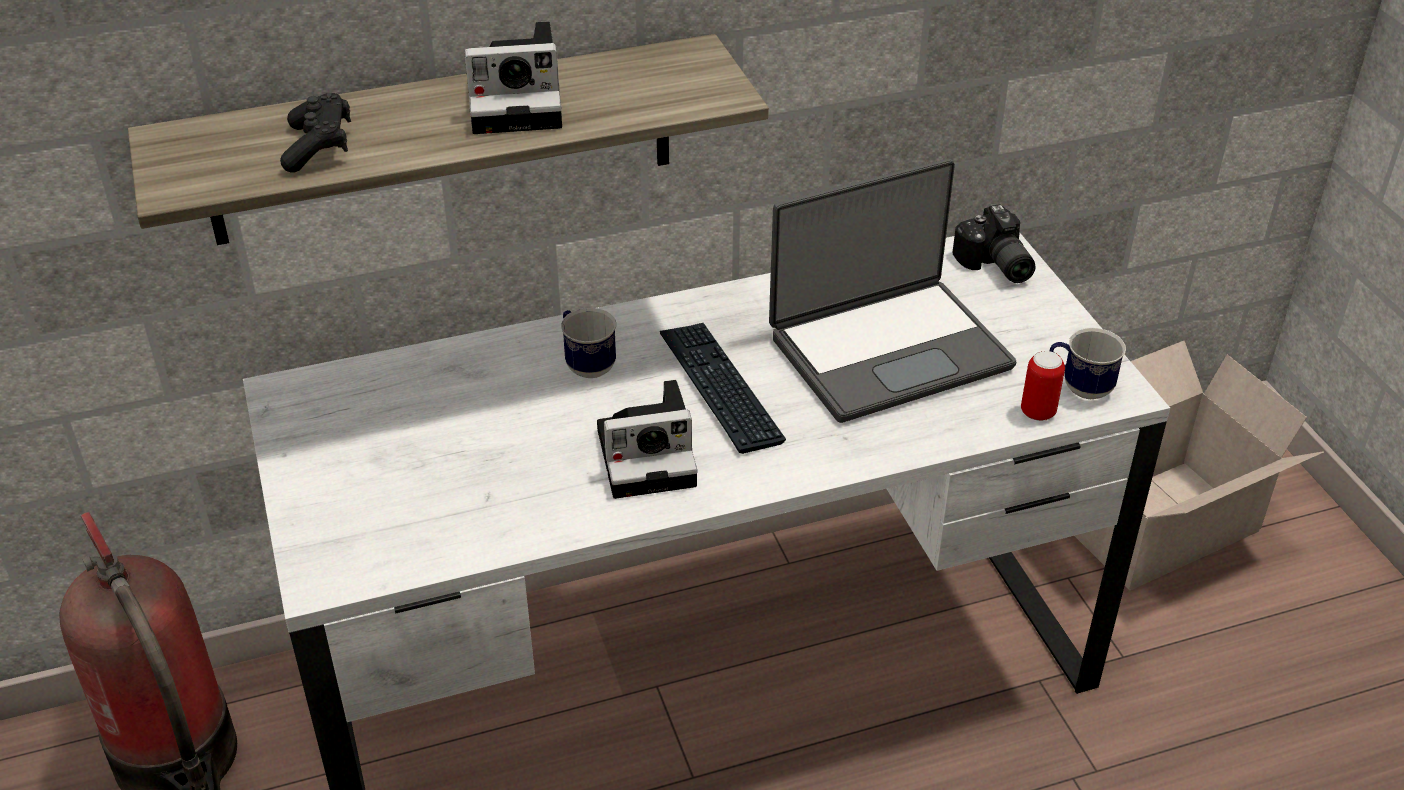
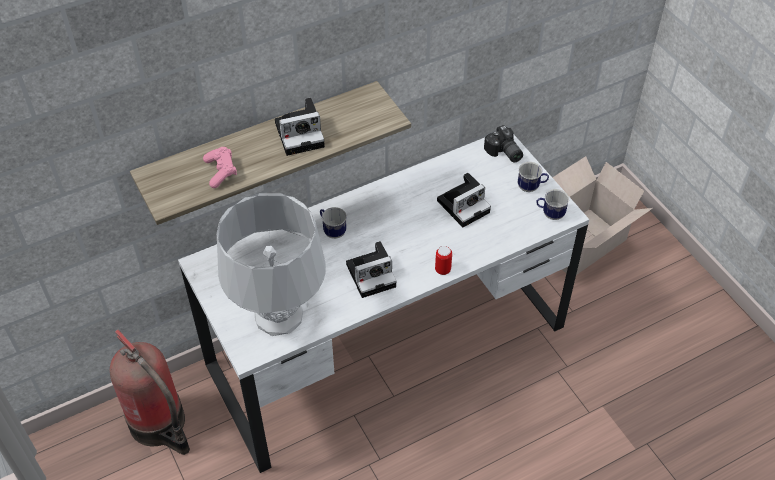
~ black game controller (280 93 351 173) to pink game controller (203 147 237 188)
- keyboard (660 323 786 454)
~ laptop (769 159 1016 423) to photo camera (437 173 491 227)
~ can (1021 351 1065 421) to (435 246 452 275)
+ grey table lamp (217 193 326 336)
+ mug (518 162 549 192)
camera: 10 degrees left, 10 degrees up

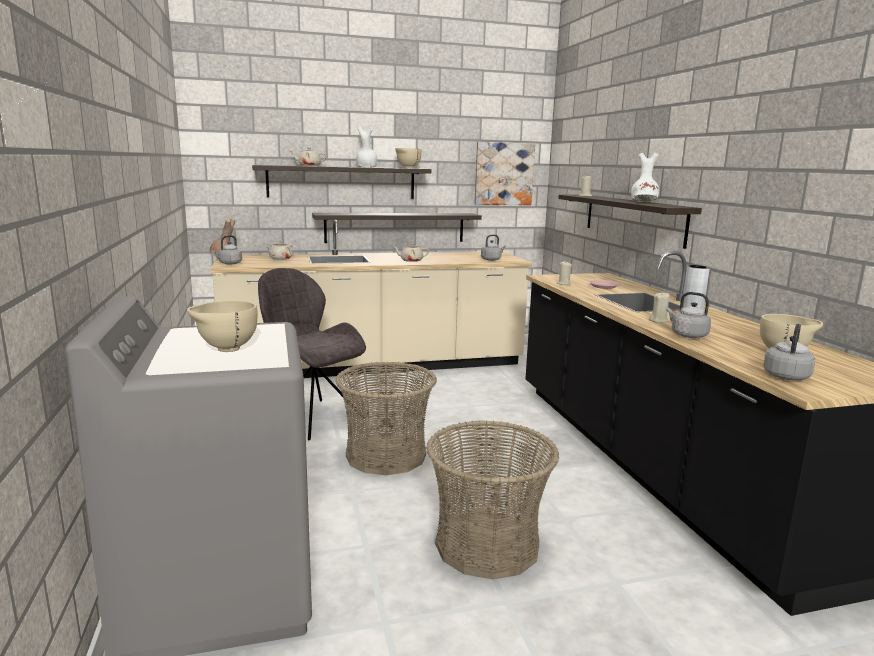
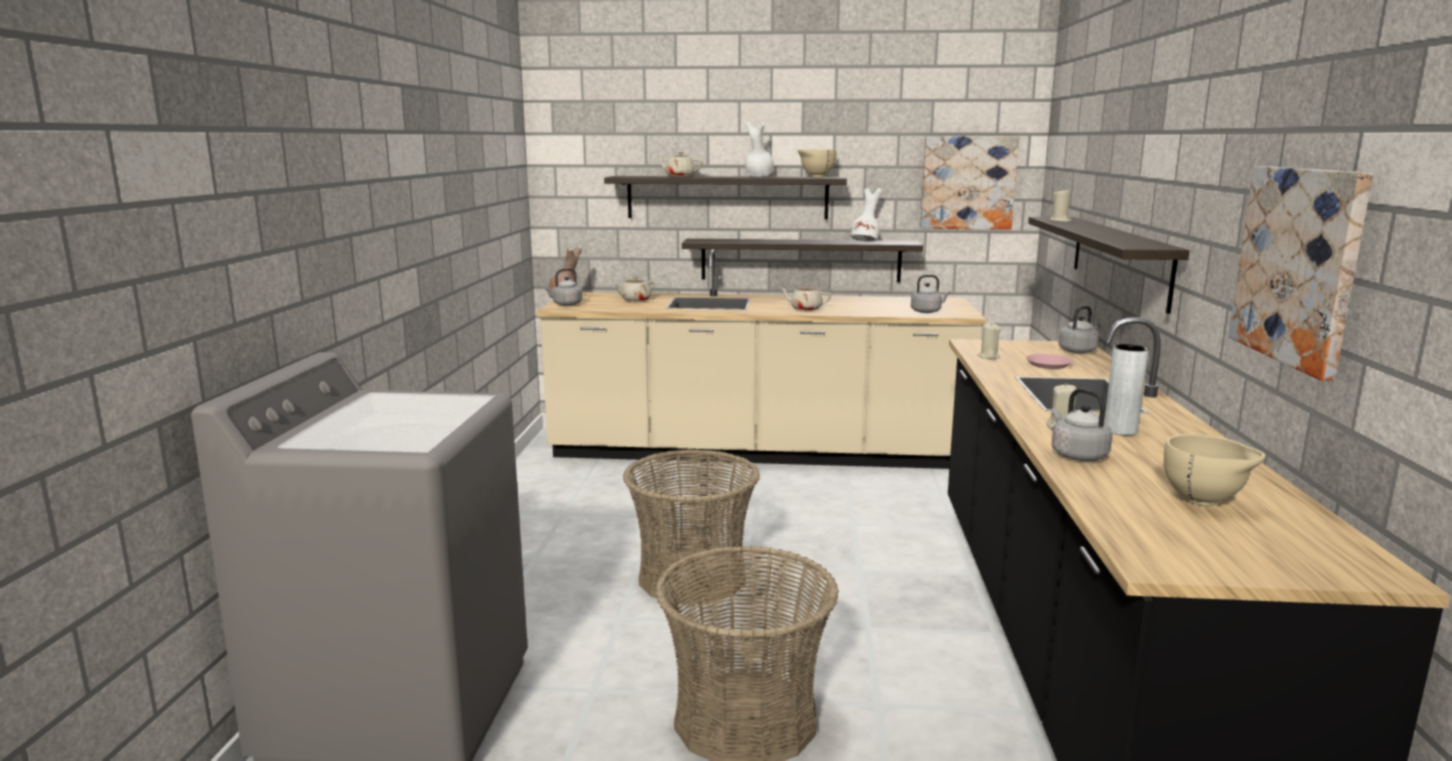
- beige bowl (187 300 258 352)
- grey chair (258 268 366 440)
~ white vase (631 152 659 202) to (850 188 883 242)
~ grey kettle (763 324 815 380) to (1058 306 1100 353)
+ picture (1228 166 1373 381)
camera: 20 degrees right, 0 degrees up

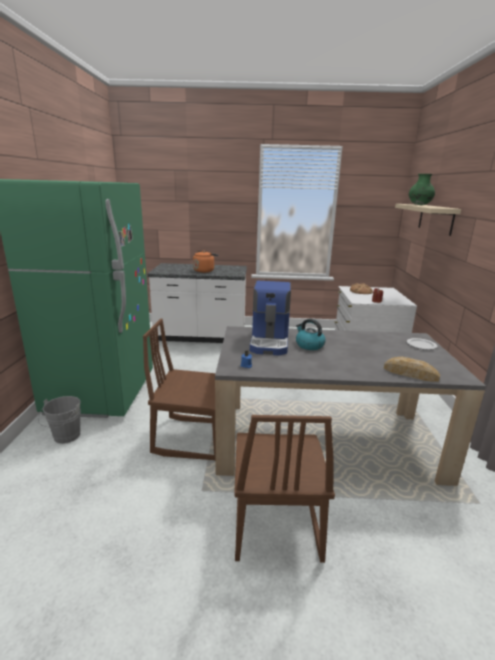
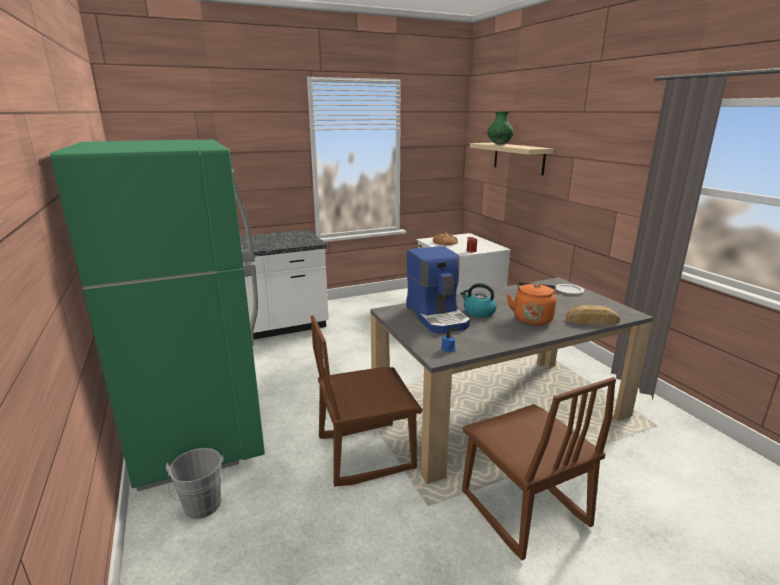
~ orange kettle (193 251 218 273) to (506 282 556 325)
camera: 25 degrees left, 0 degrees up

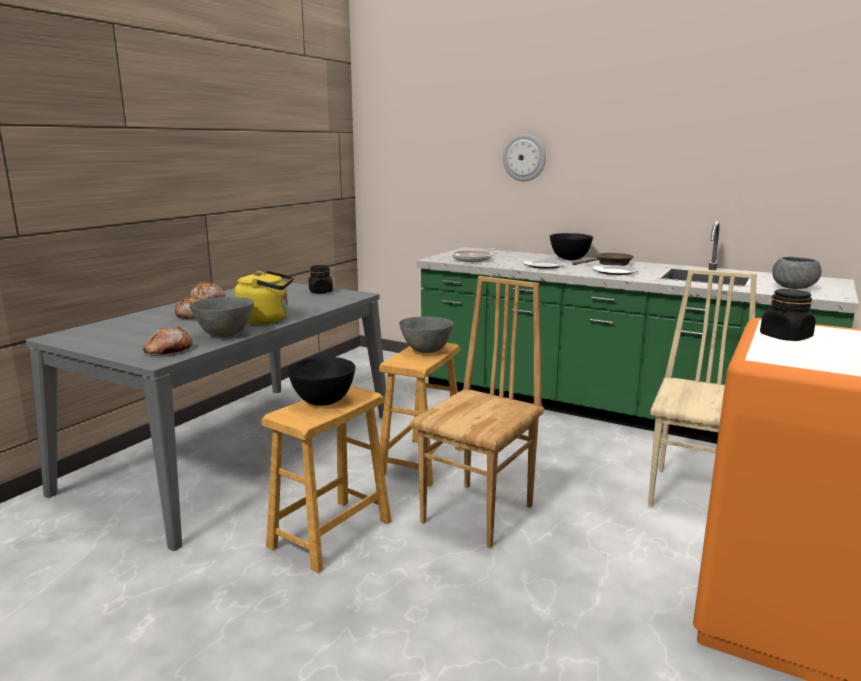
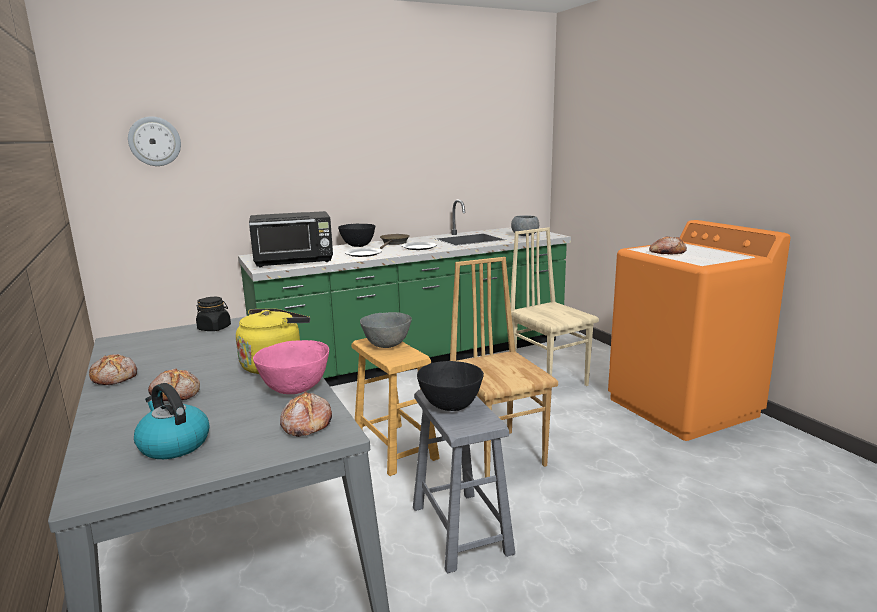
~ grey bowl (190 297 254 337) to pink bowl (253 340 329 394)
~ brown stool (261 386 392 573) to grey stool (413 389 515 573)
~ frying pan (452 248 497 262) to black microwave (249 211 333 268)
~ wall clock (503 134 546 181) to (128 117 181 166)
~ black jar (760 289 816 341) to bread (649 236 687 254)
+ kettle (134 383 210 459)
camera: 55 degrees left, 0 degrees up

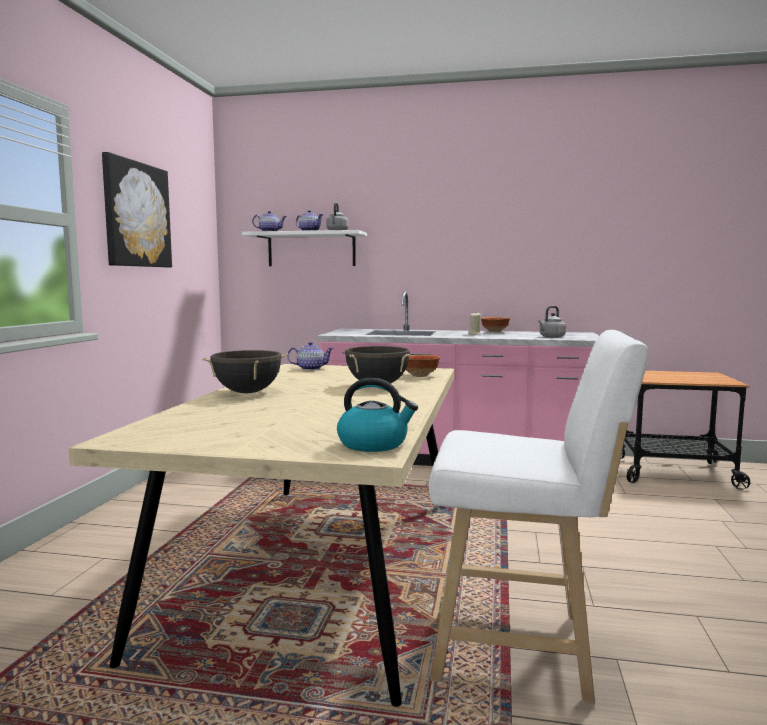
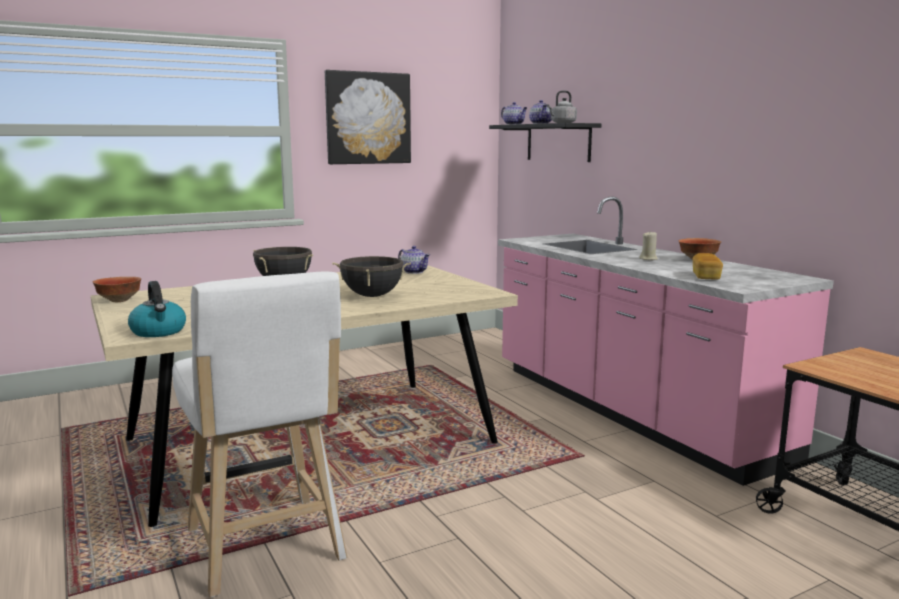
~ white shelf (242 230 367 266) to black shelf (489 123 602 162)
~ bowl (406 355 440 377) to (93 277 141 302)
~ grey kettle (538 306 566 338) to bread (692 253 723 280)
camera: 50 degrees right, 5 degrees up

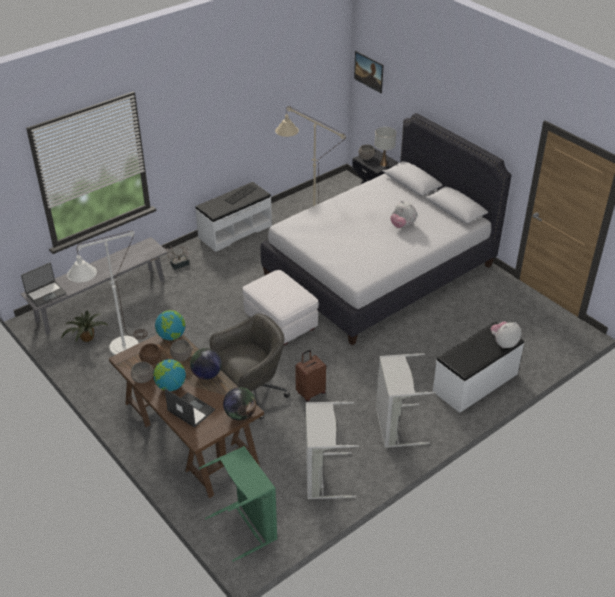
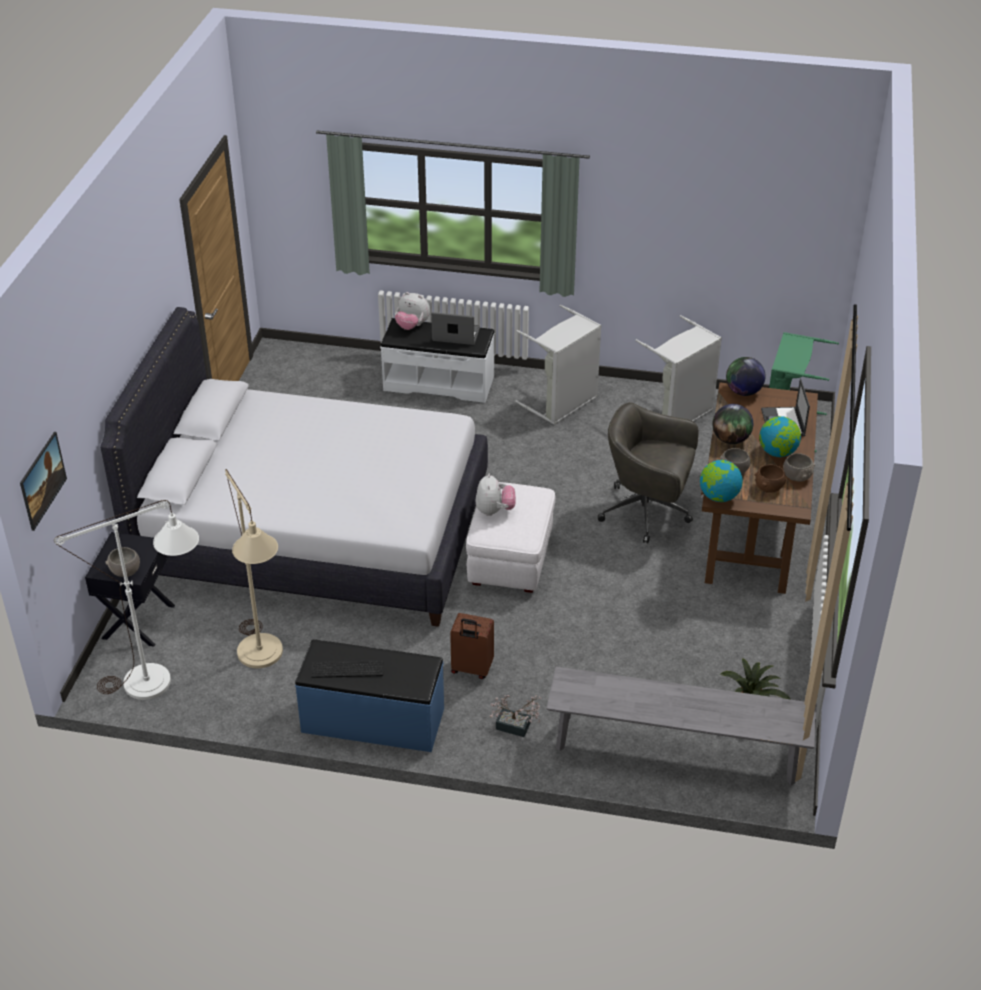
~ laptop (21 263 66 307) to (431 312 480 345)
~ white floor lamp (67 231 148 355) to (54 500 199 700)
~ white bench (195 182 272 252) to blue bench (295 639 444 752)
~ brown suitcase (295 350 326 402) to (450 613 494 679)
- white table lamp (375 127 396 166)
~ plush toy (390 201 417 228) to (475 474 516 516)
camera: 130 degrees left, 0 degrees up

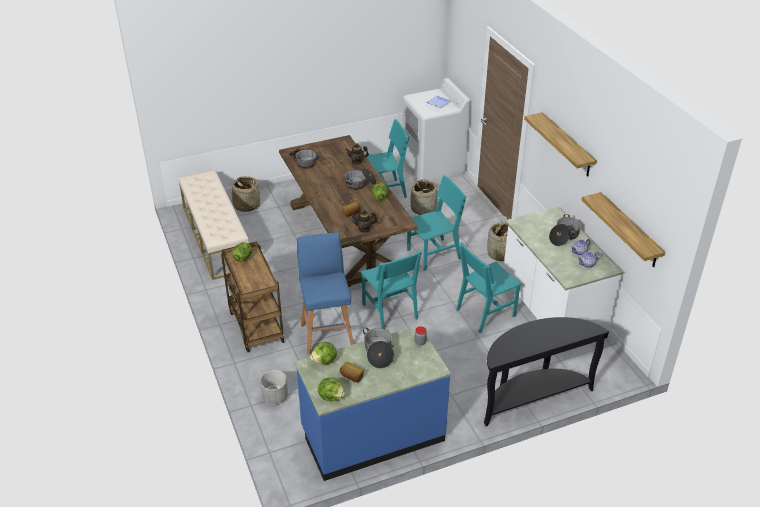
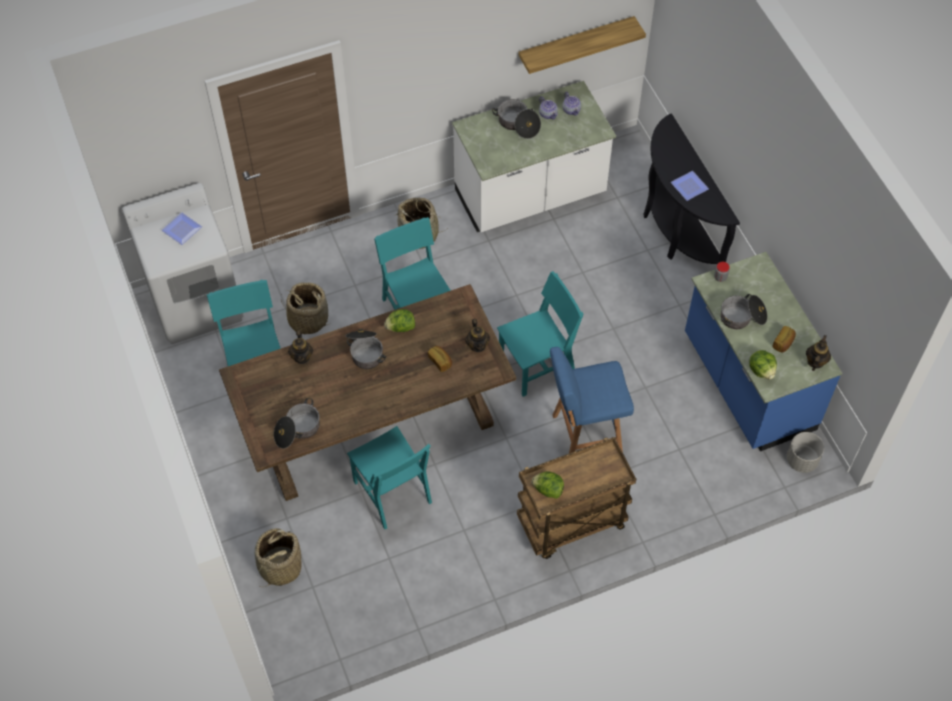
- beige bench (179 170 249 280)
~ grey planter (260 370 288 404) to (787 432 824 473)
~ lettuce (318 377 345 401) to teapot (806 335 831 371)
~ turquoise chair (456 242 522 333) to (347 426 432 529)
- shelf (524 112 597 177)
+ plate (670 171 709 201)
camera: 90 degrees left, 20 degrees up

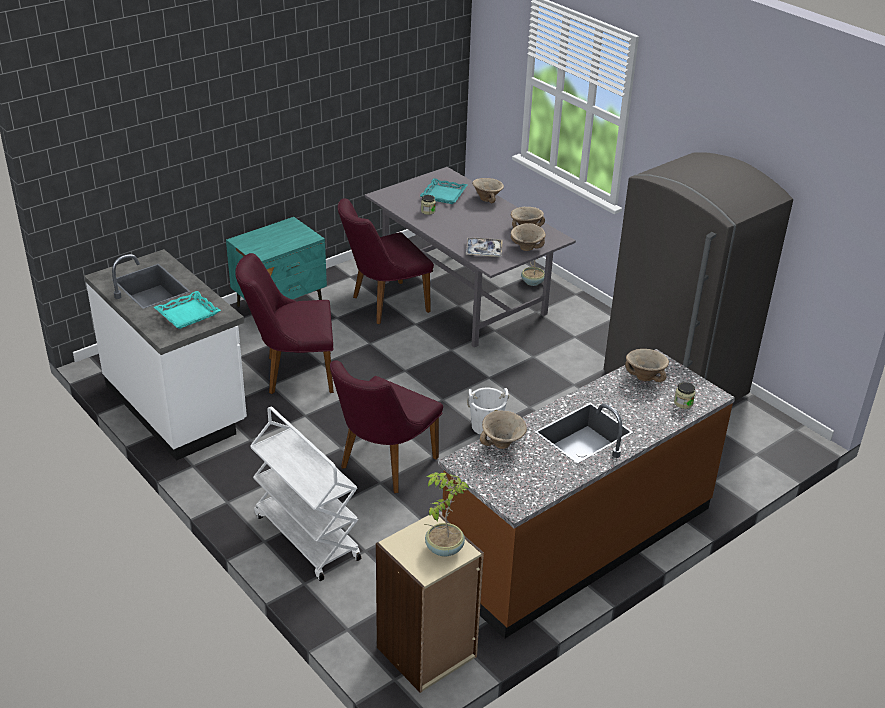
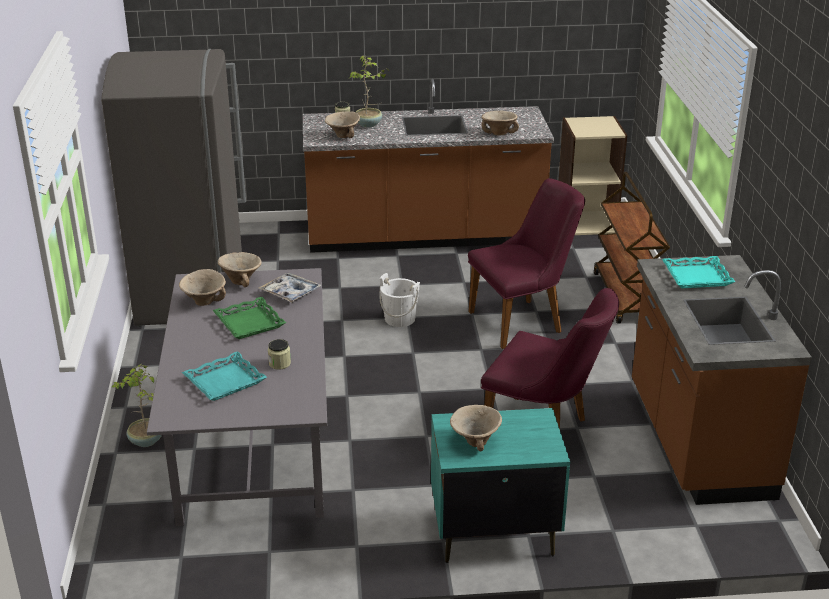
~ white counter (84 249 247 461) to brown counter (632 255 812 505)
~ white cart (250 406 361 581) to brown cart (594 172 670 324)
- purple chair (338 198 434 324)
~ potted plant (424 472 470 557) to (349 56 389 128)
~ beige bowl (472 178 504 203) to (450 405 502 451)
+ green tray (213 297 286 339)
camera: 145 degrees left, 5 degrees down

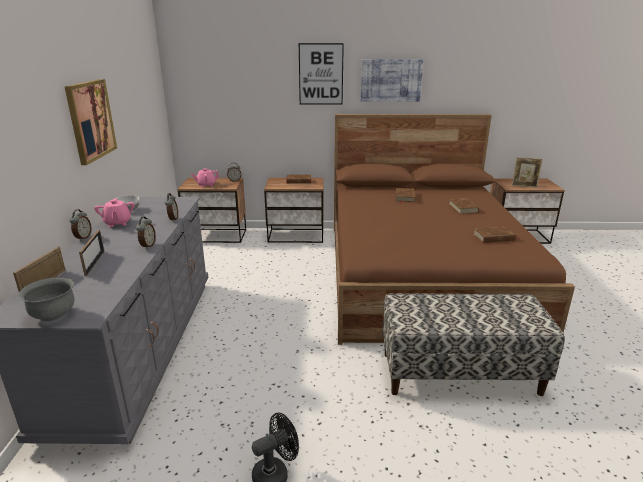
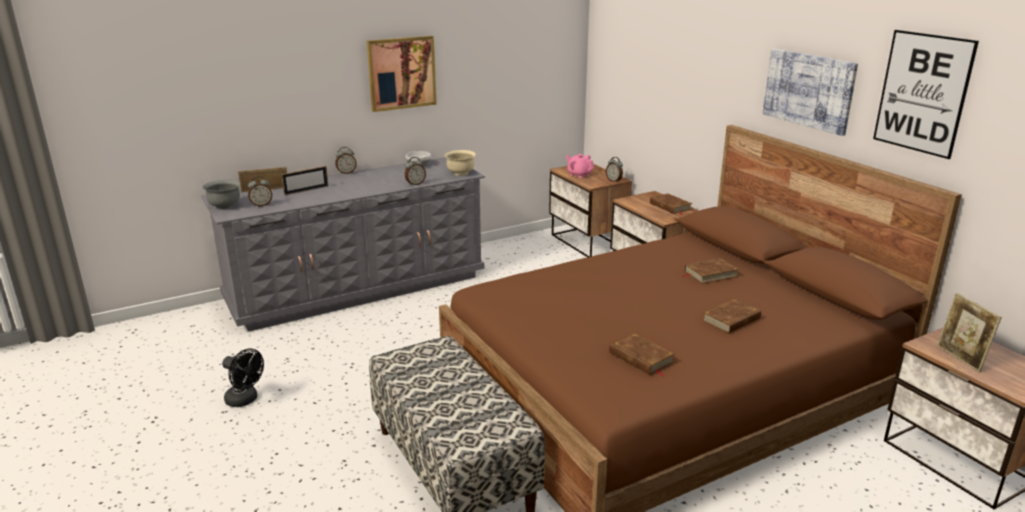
- pink teapot (94 199 135 227)
~ alarm clock (136 217 156 249) to (248 176 272 207)
~ picture (299 43 344 105) to (873 30 979 159)
+ beige bowl (444 150 476 176)
camera: 60 degrees right, 0 degrees up

